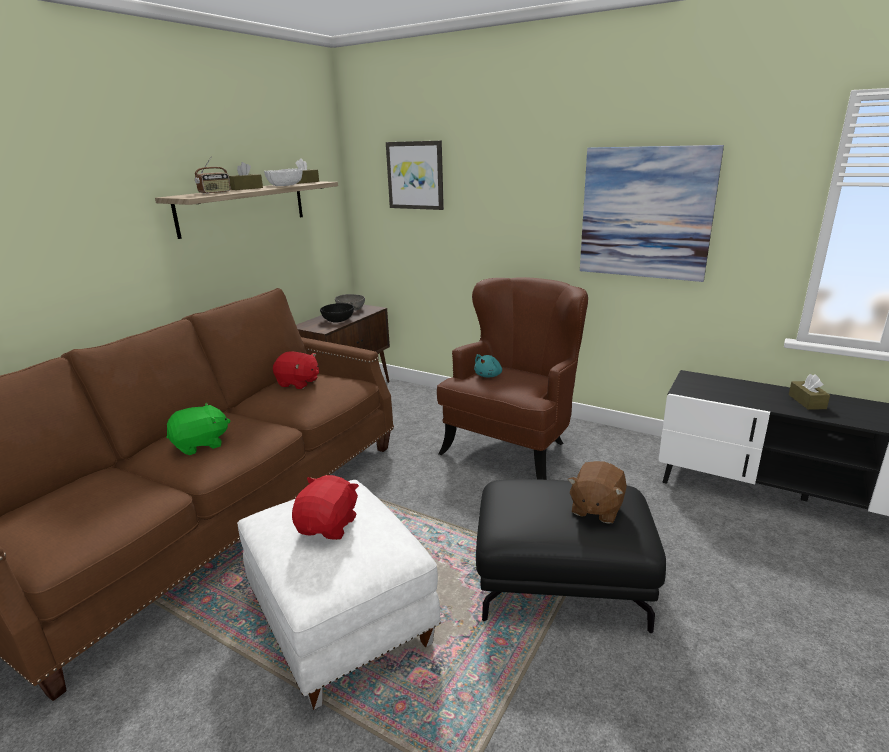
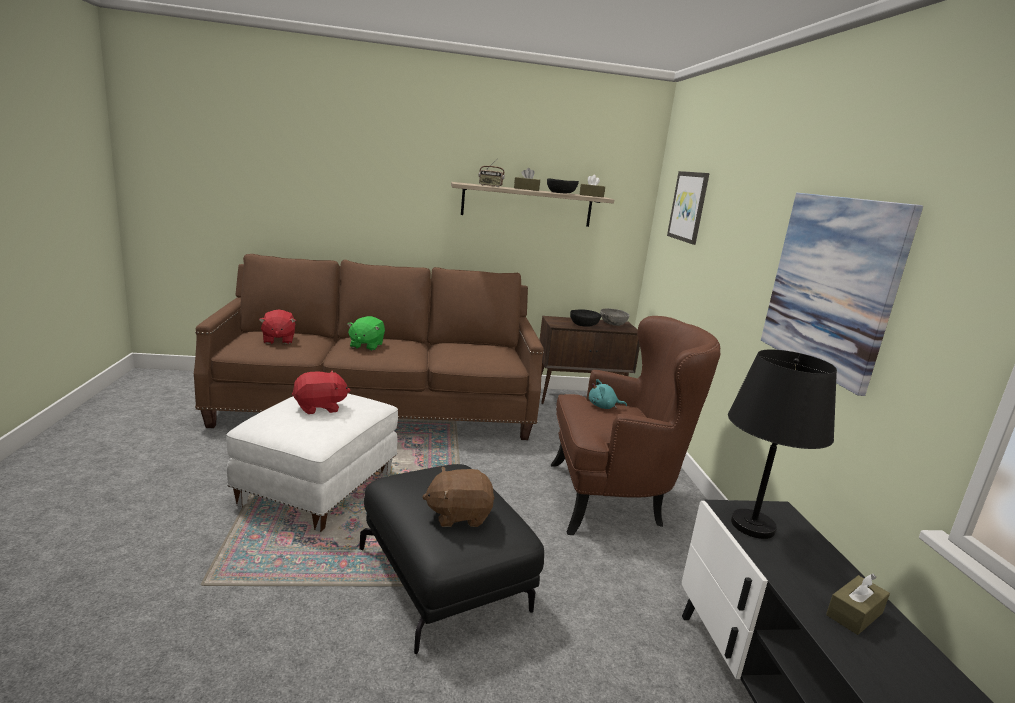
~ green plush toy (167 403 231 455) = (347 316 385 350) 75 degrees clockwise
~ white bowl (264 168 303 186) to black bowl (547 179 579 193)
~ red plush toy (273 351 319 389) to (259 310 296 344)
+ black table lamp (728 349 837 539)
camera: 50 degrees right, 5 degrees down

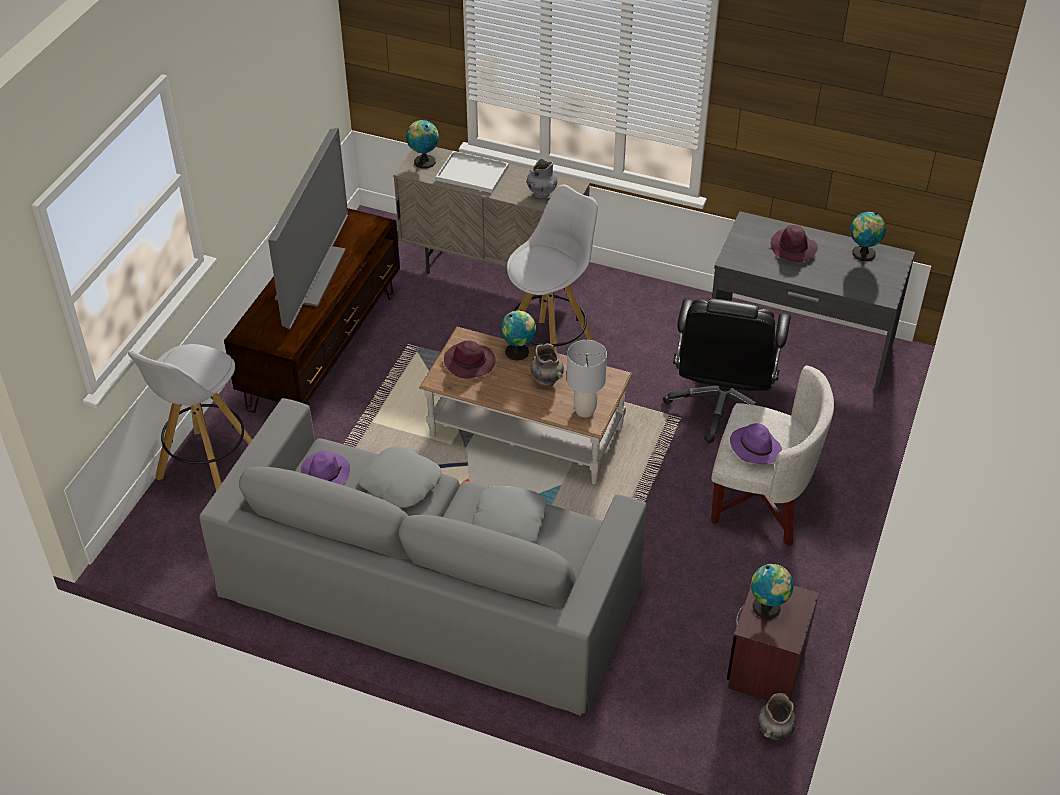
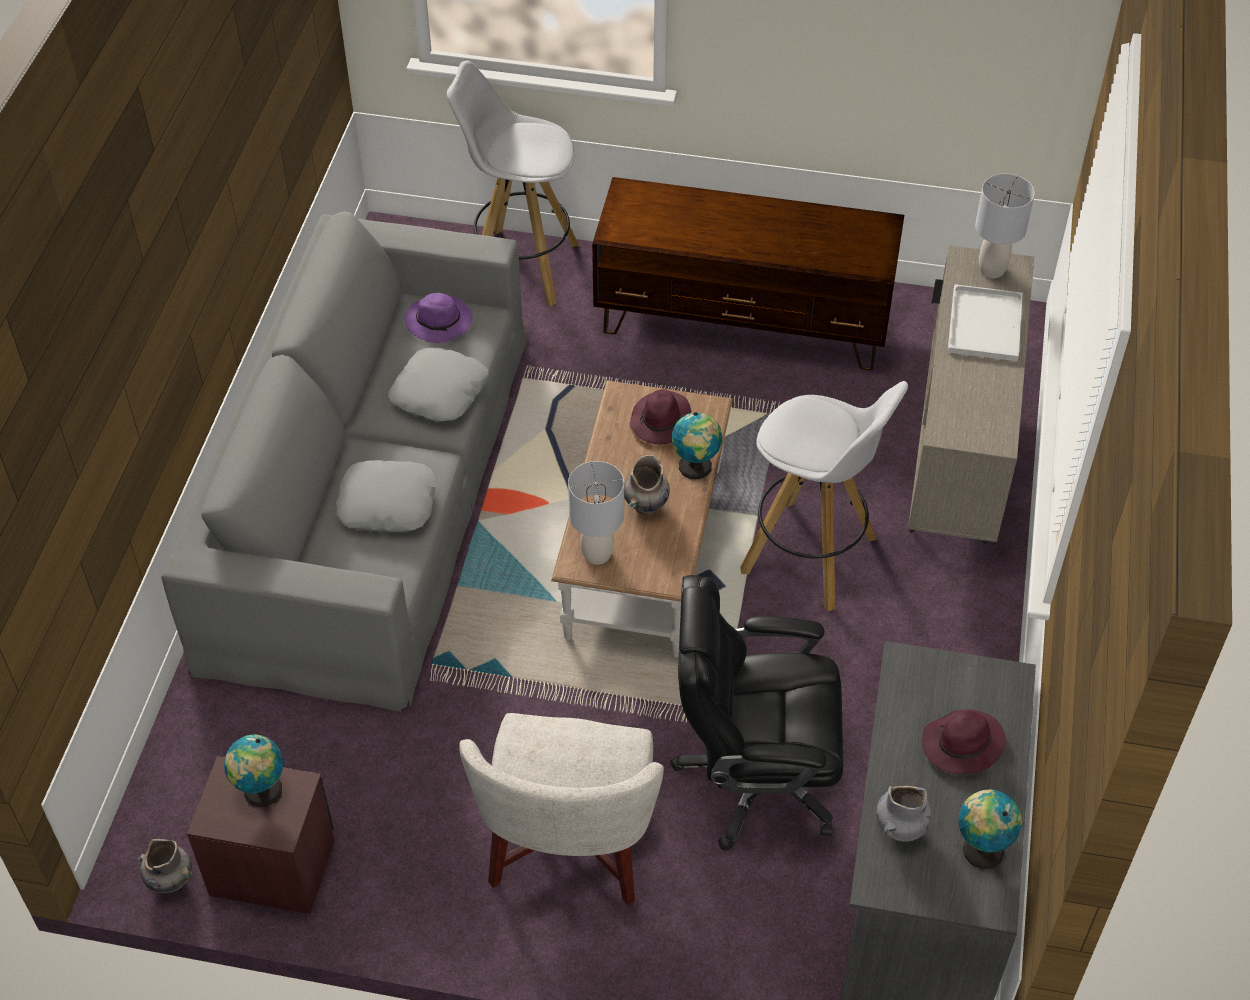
- television (268 128 348 329)
~ globe (406 120 439 169) to grey table lamp (975 174 1035 278)
~ grey vase (527 158 558 198) to (876 785 932 842)
- purple hat (730 423 782 464)
camera: 80 degrees right, 5 degrees up

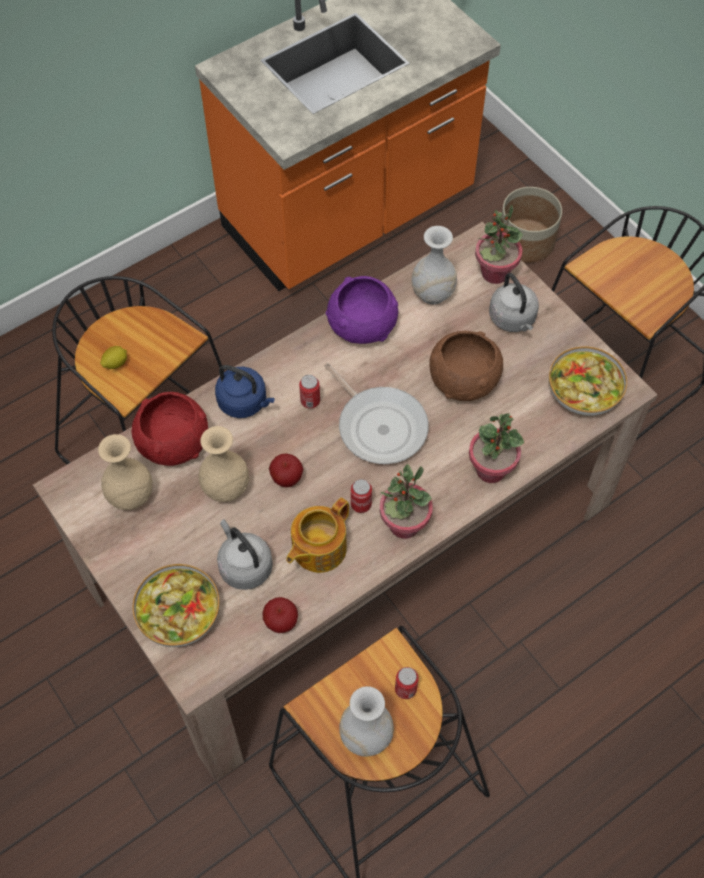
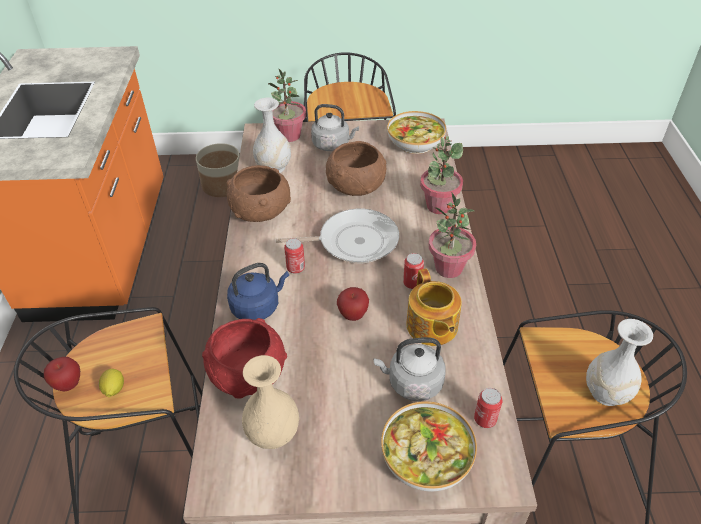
- beige vase (199 426 249 502)
~ apple (262 597 298 633) to (44 357 80 391)
~ purple bowl (326 276 398 344) to brown bowl (226 165 291 222)
~ can (395 667 419 699) to (474 388 503 428)
camera: 55 degrees left, 15 degrees down

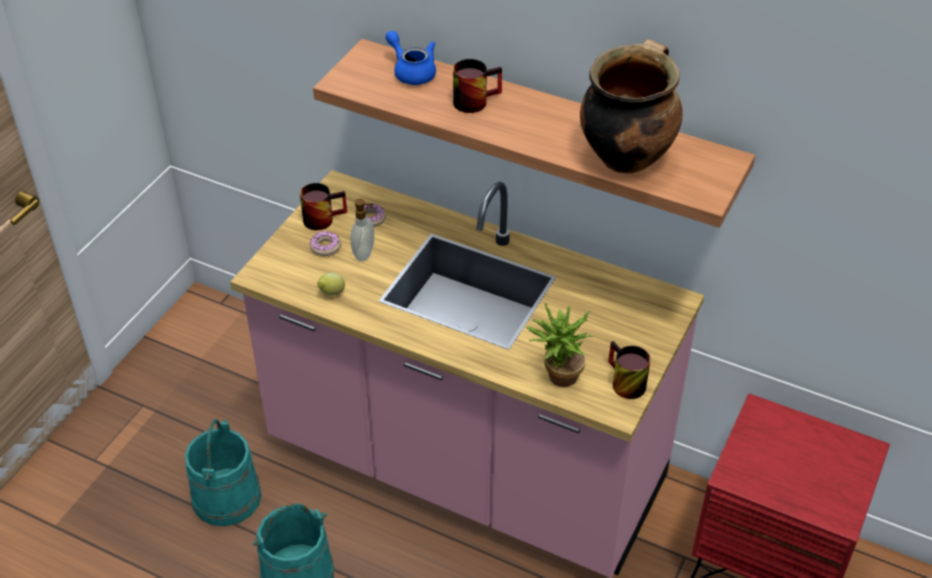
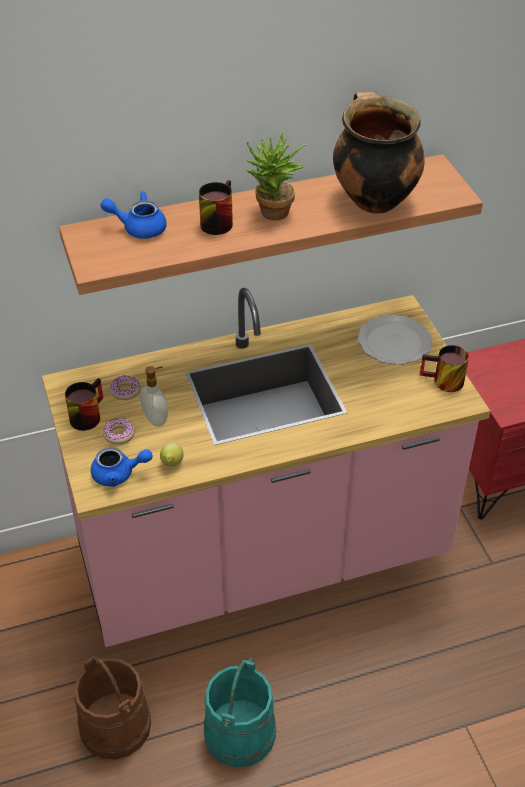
~ turquoise bucket (185 419 261 526) to brown bucket (74 656 151 760)
~ potted plant (526 302 594 387) to (245 131 307 221)
+ blue teapot (91 447 153 487)
+ plate (358 314 432 365)
camera: 45 degrees left, 0 degrees up

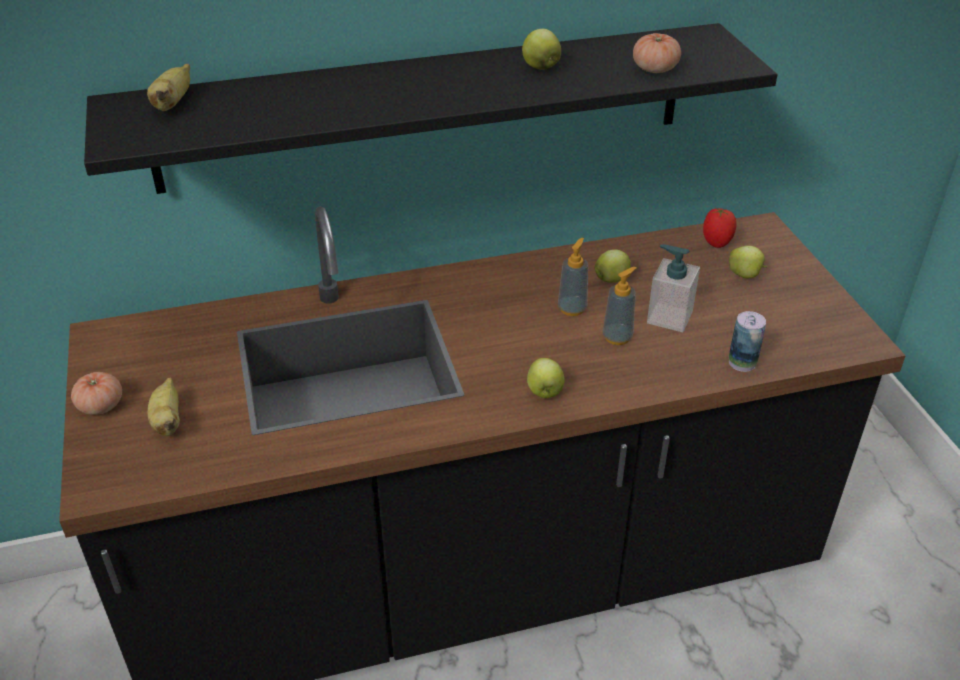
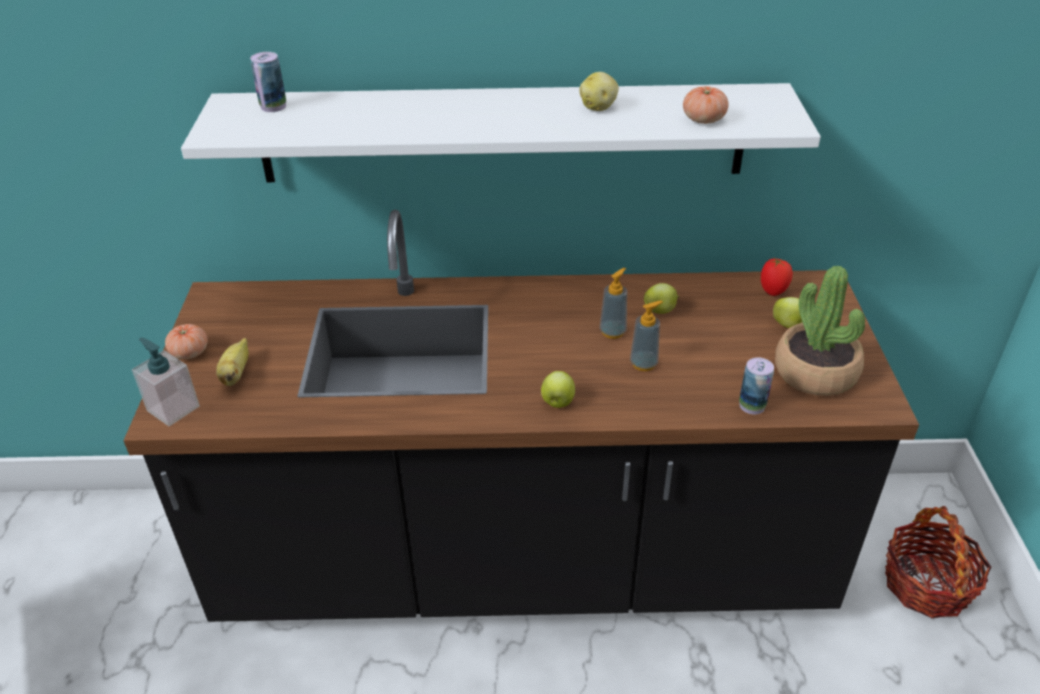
~ black shelf (84 23 778 194) to white shelf (181 83 821 182)
~ banana (147 64 190 111) to can (250 52 286 112)
~ apple (522 29 561 69) to potato (579 72 619 111)
~ soap dispenser (647 244 700 332) to (132 337 200 426)
+ potted plant (775 266 865 396)
+ basket (885 506 991 618)
camera: 15 degrees right, 0 degrees up

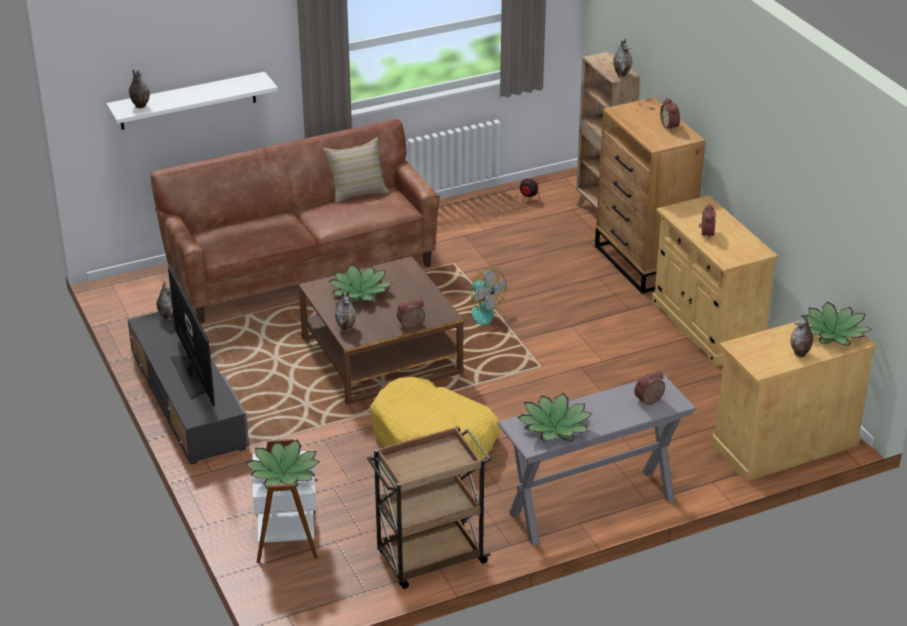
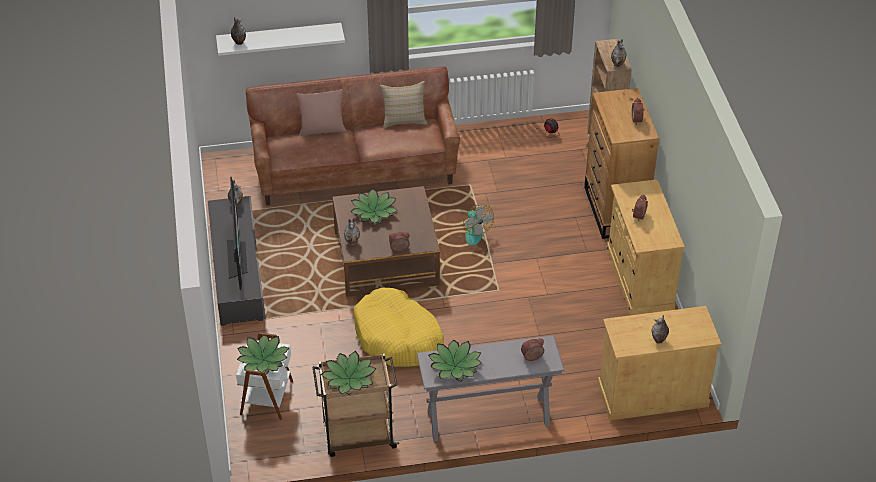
~ potted plant (801 301 872 346) to (321 351 377 395)
+ pink pillow (296 89 347 136)
camera: 15 degrees right, 10 degrees up

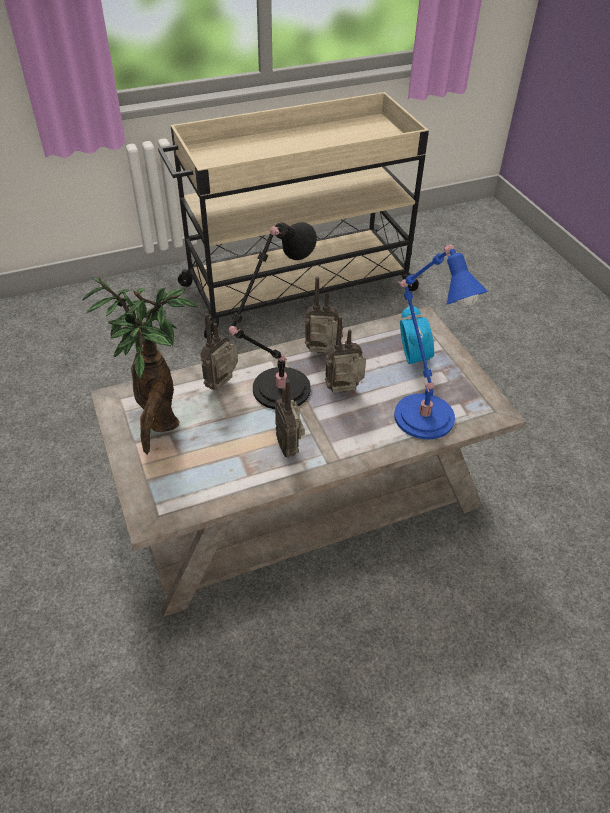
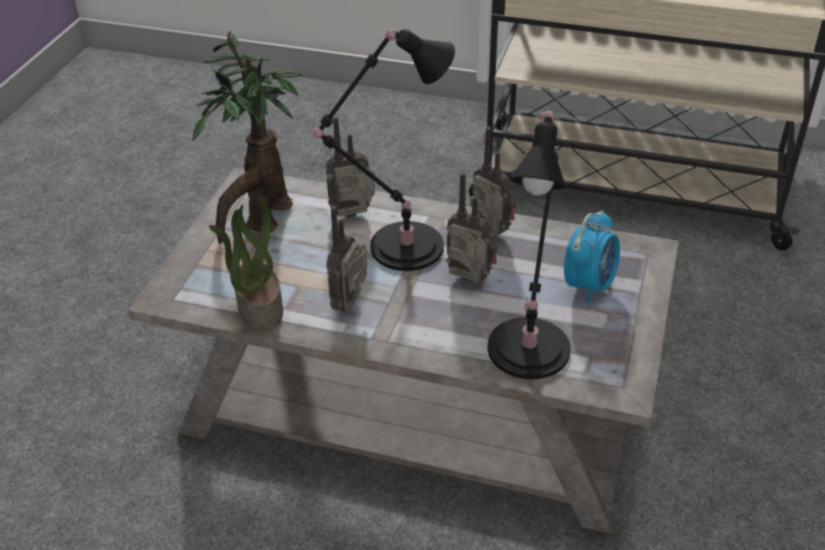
~ blue table lamp (394 244 488 440) to black table lamp (487 108 571 379)
+ potted plant (209 199 283 331)
camera: 40 degrees right, 5 degrees down

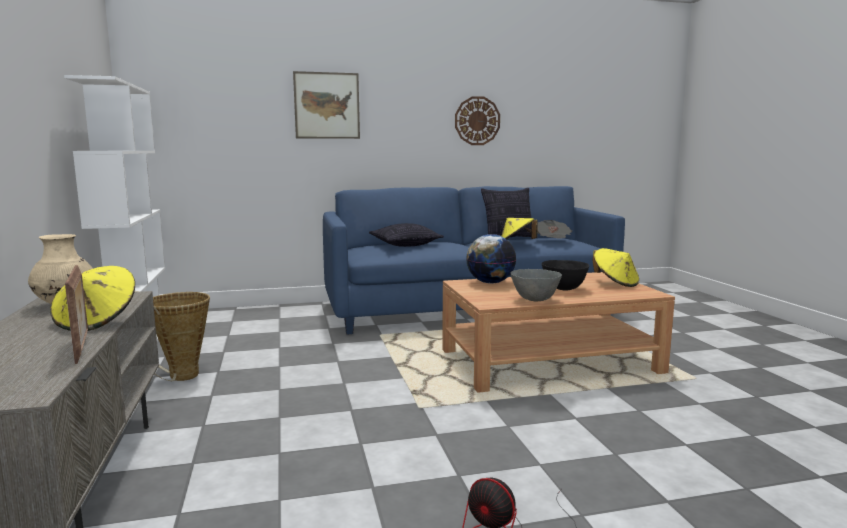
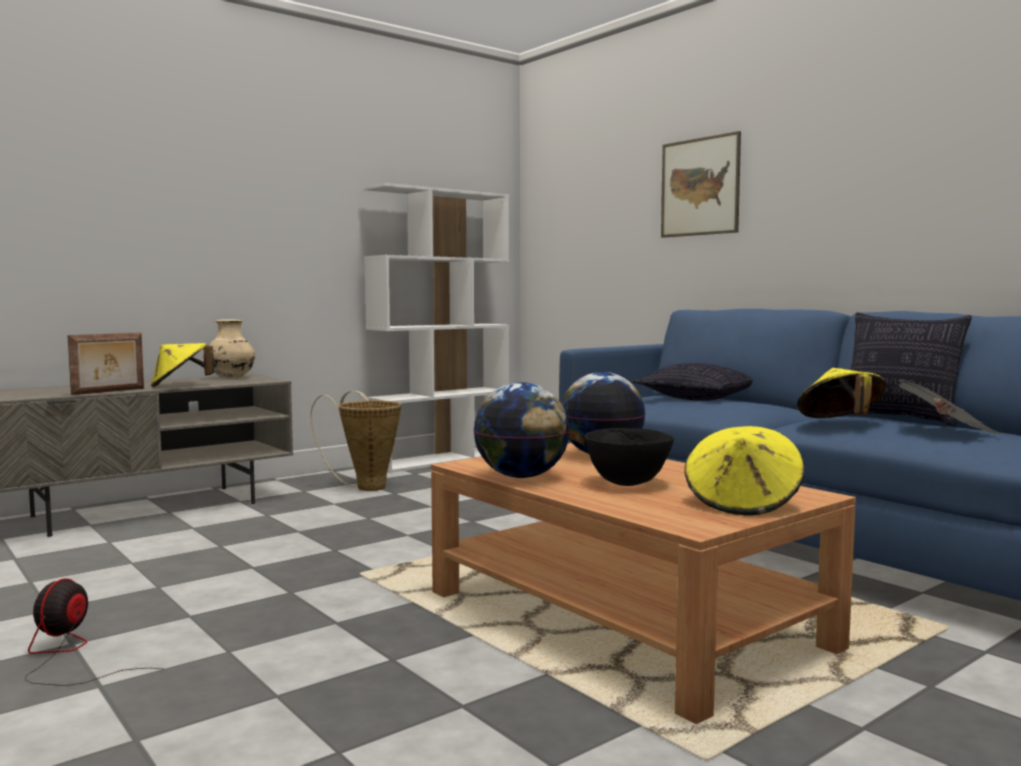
- wall clock (455 96 500 145)
~ grey bowl (510 269 562 301) to globe (473 382 570 478)
camera: 65 degrees right, 5 degrees down

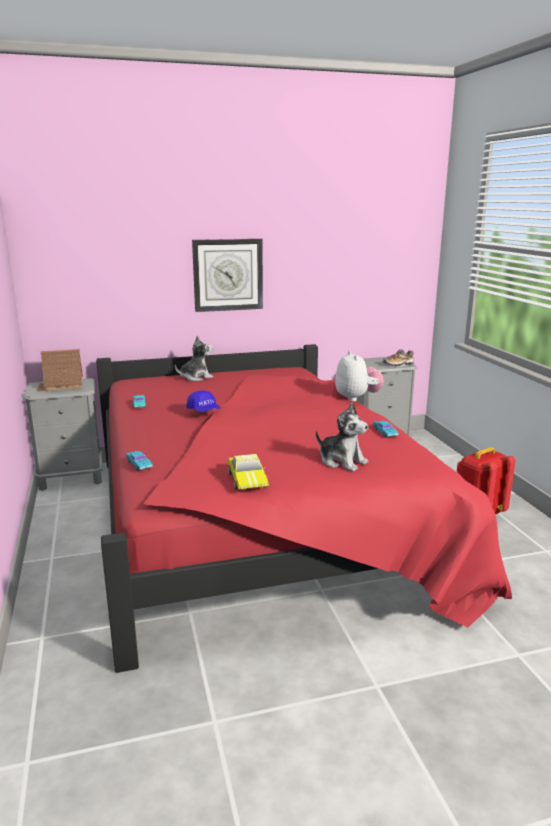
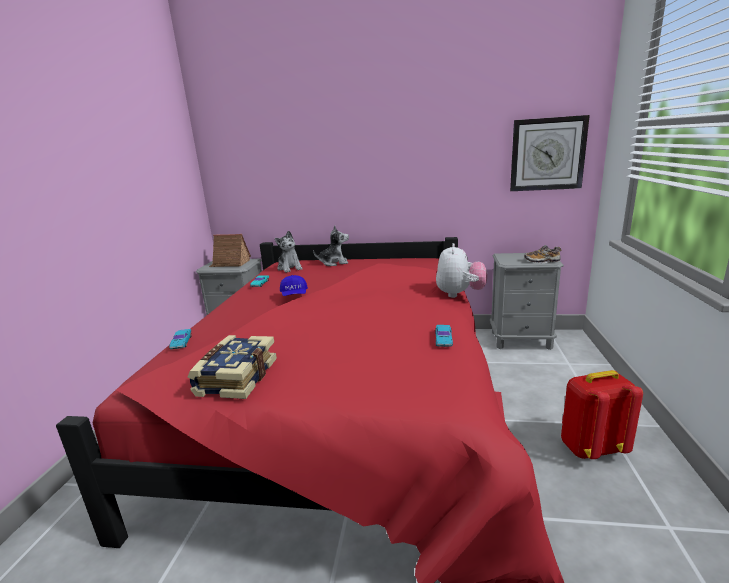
~ wall clock (192 239 263 312) to (510 115 590 191)
~ toy car (228 454 269 489) to book (188 335 277 399)
~ plush toy (316 403 368 472) to (275 231 302 273)
camera: 25 degrees right, 0 degrees up

